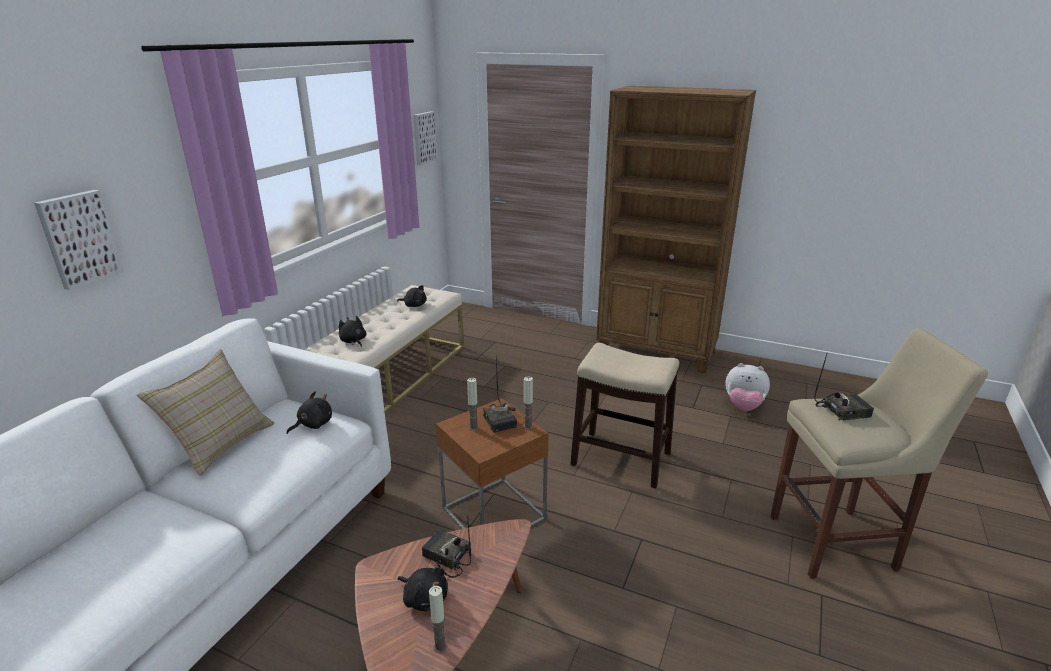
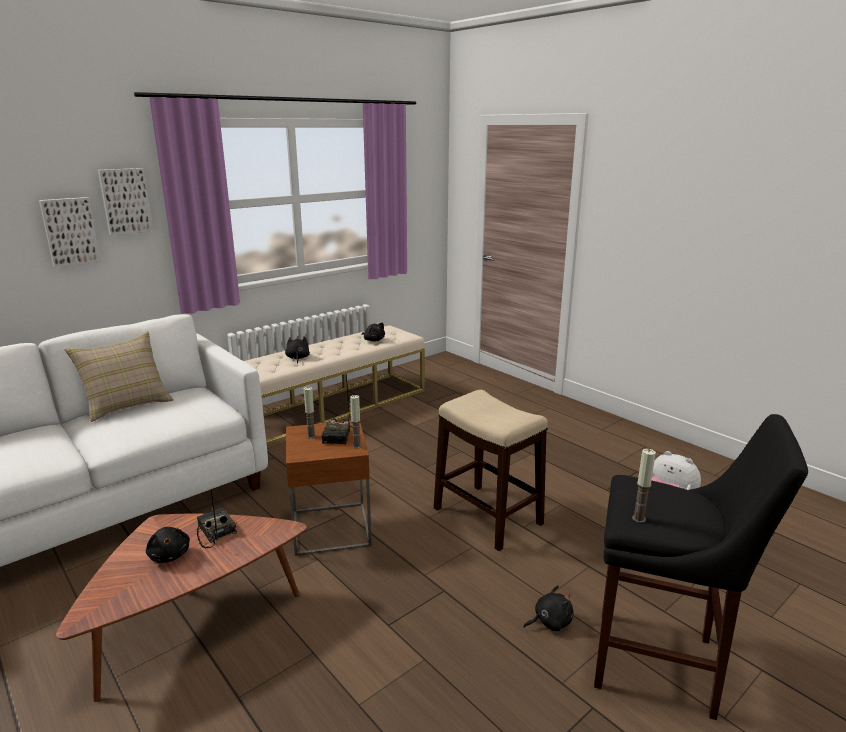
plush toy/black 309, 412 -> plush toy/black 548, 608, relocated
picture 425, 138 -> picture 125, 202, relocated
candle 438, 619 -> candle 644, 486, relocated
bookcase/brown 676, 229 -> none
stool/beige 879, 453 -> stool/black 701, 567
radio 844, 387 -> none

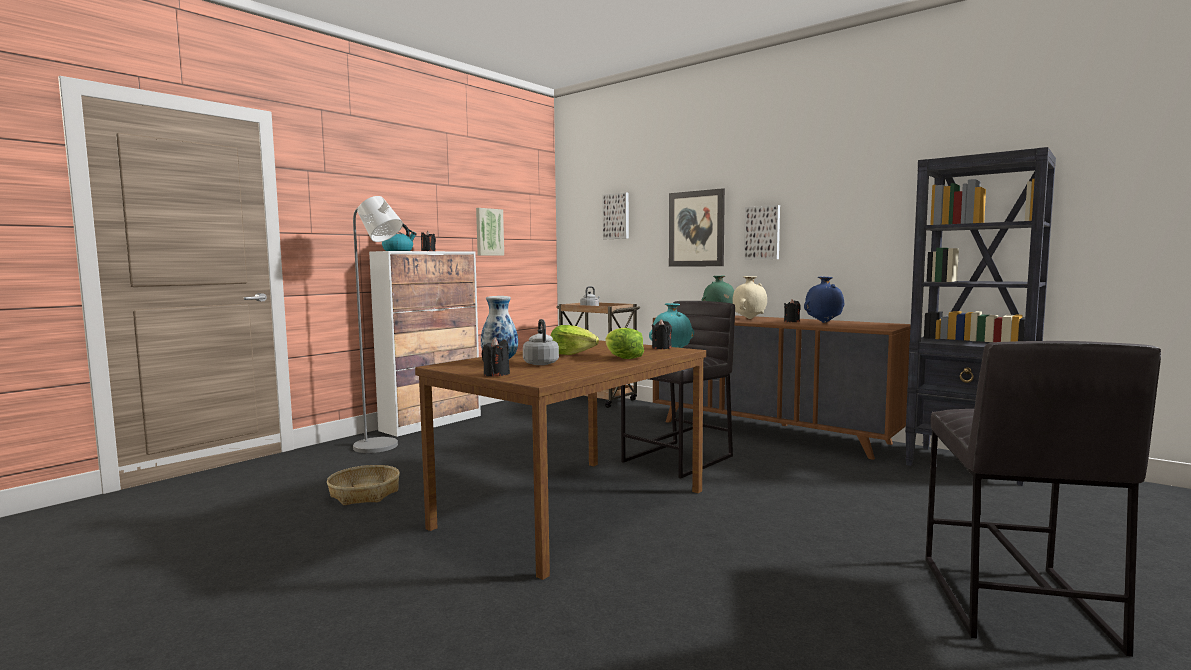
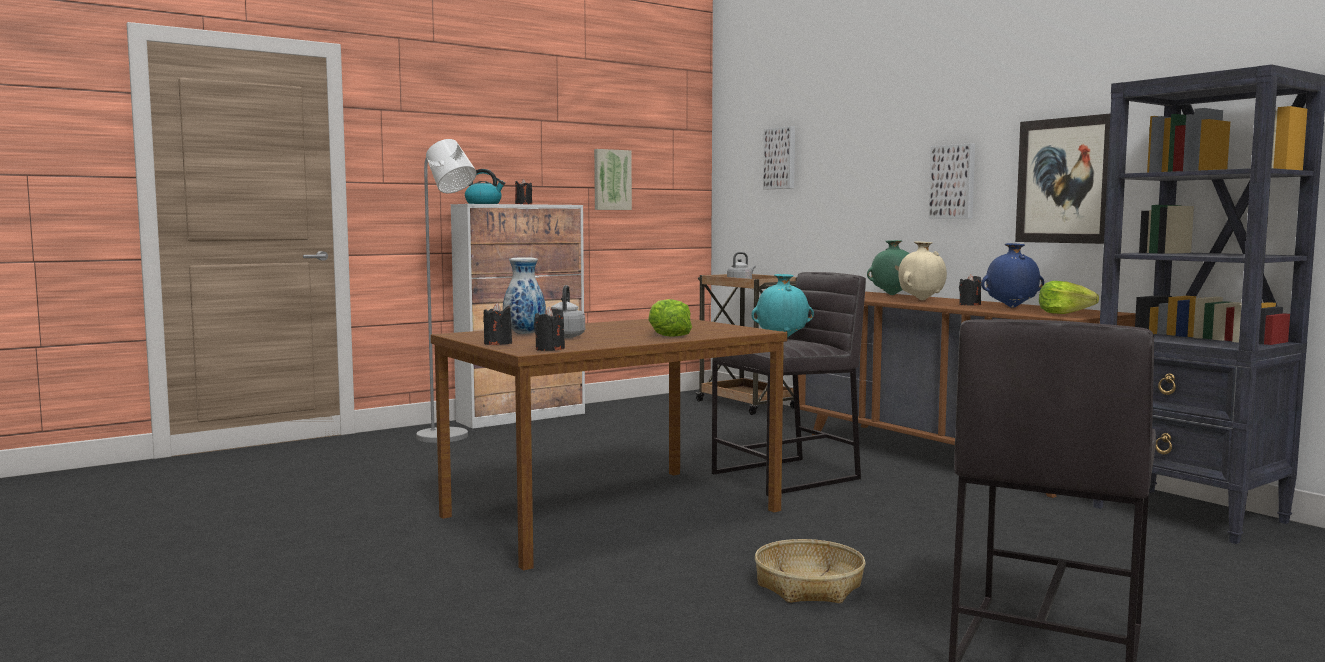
basket 363, 485 -> basket 810, 571, relocated
lettuce 574, 340 -> lettuce 1069, 297, relocated
candle/black 662, 334 -> candle/black 549, 328, relocated
picture 697, 227 -> picture 1063, 178, relocated

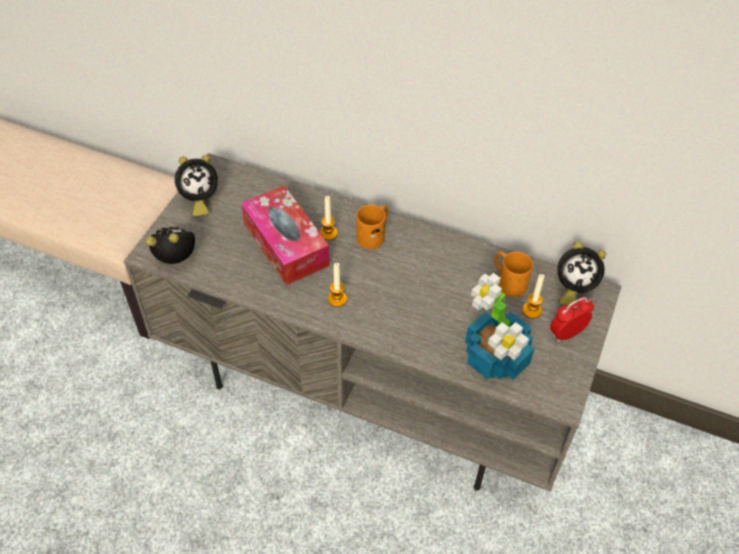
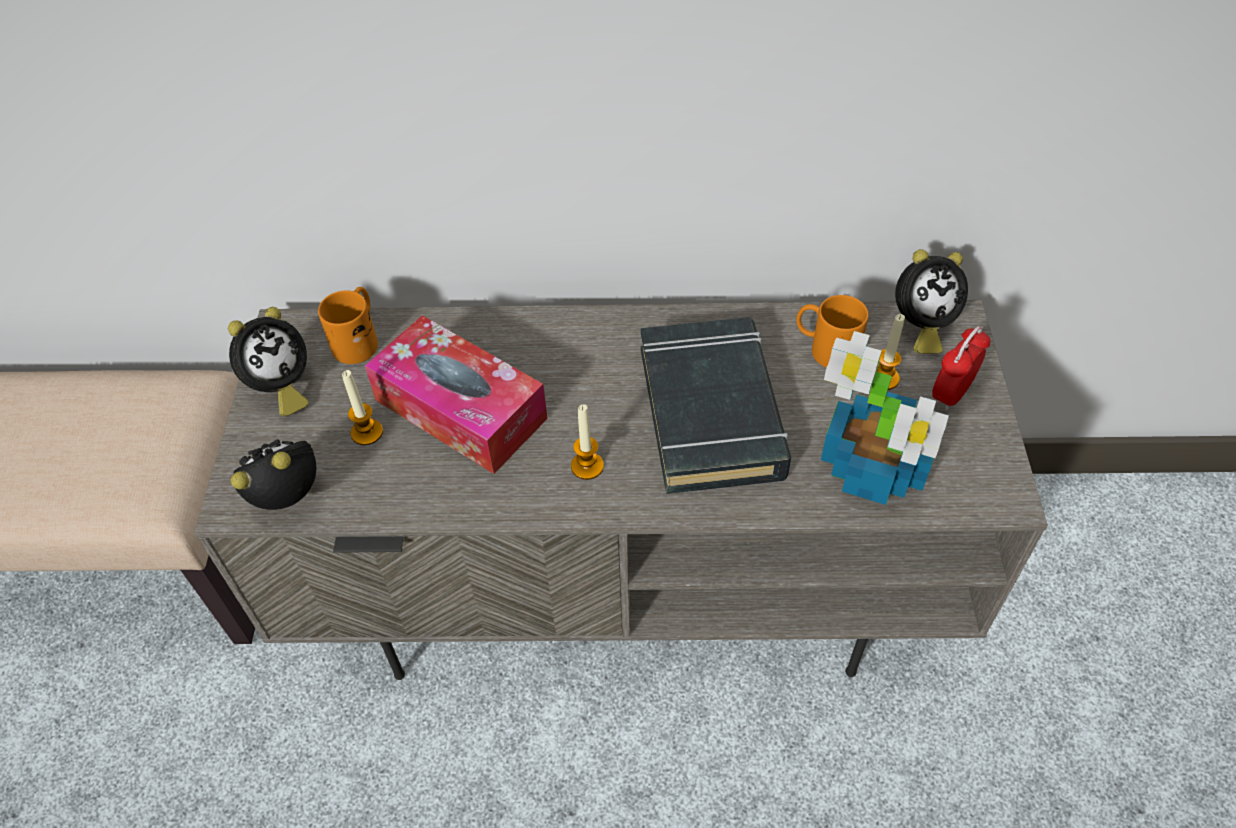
candle 329, 218 -> candle 362, 407, relocated
mug/orange 372, 227 -> mug/orange 348, 325, relocated
none -> book/black 716, 405

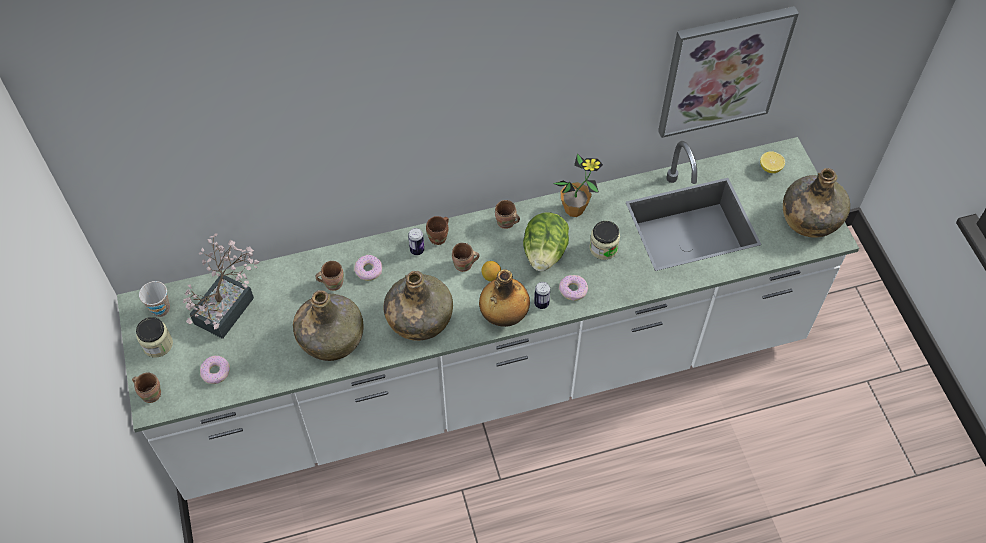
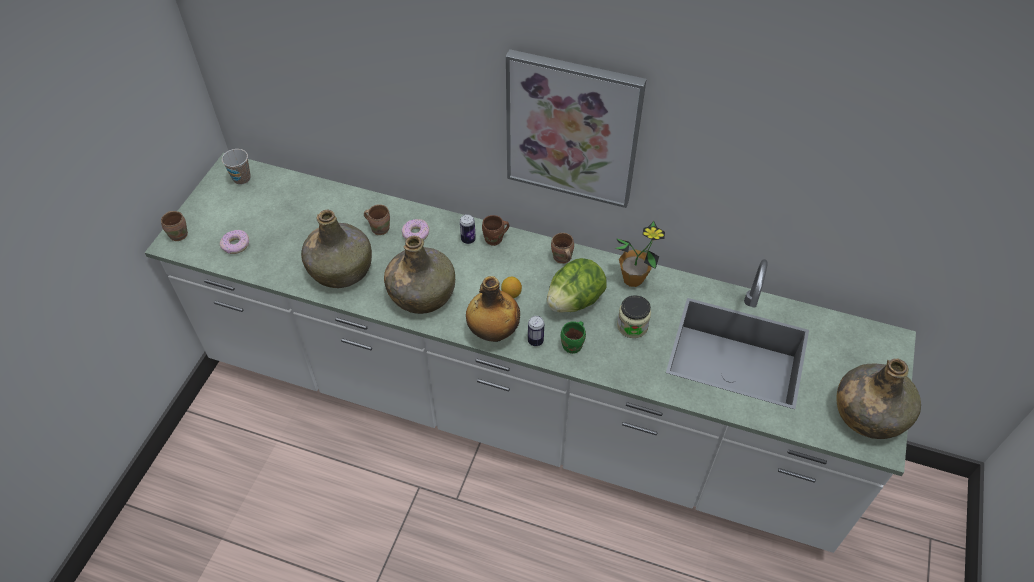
jar 154, 337 -> none
potted plant 221, 286 -> none
mug/brown 465, 257 -> none
donut 573, 288 -> mug/green 573, 337
picture 728, 72 -> picture 576, 128, relocated
lemon 772, 162 -> none

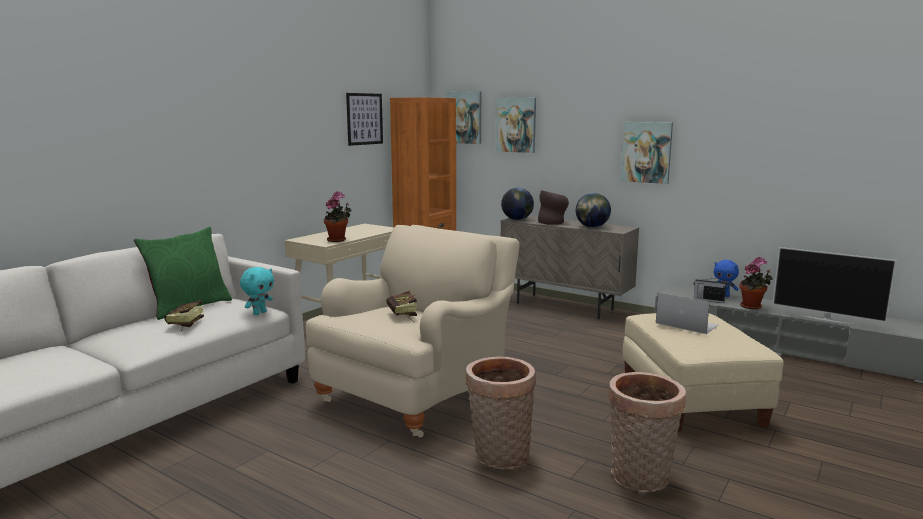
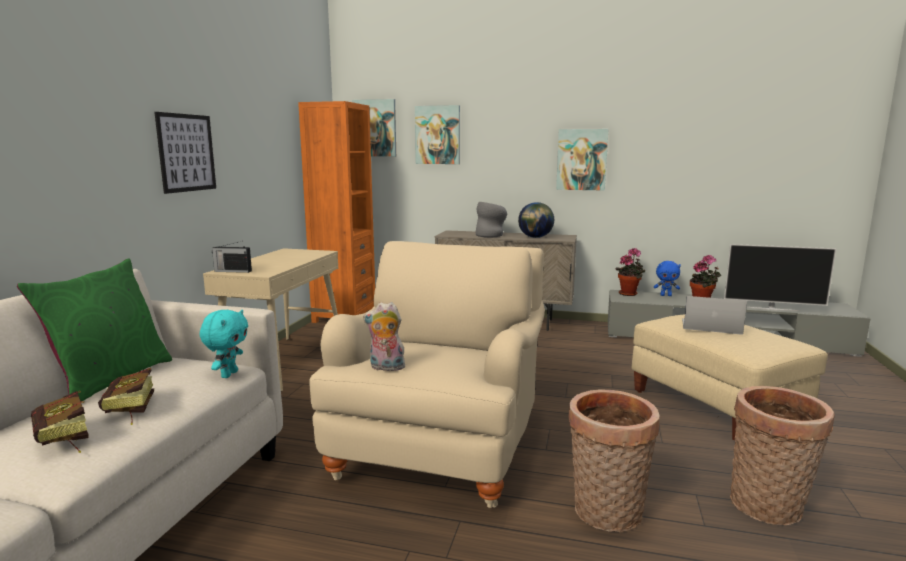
potted plant 338, 216 -> potted plant 630, 272, relocated
picture 364, 119 -> picture 185, 153, relocated
book 401, 306 -> book 60, 422, relocated
globe 517, 204 -> none
vase/brown 553, 207 -> vase/grey 491, 219
radio 710, 290 -> radio 232, 257, relocated
none -> plush toy 385, 336

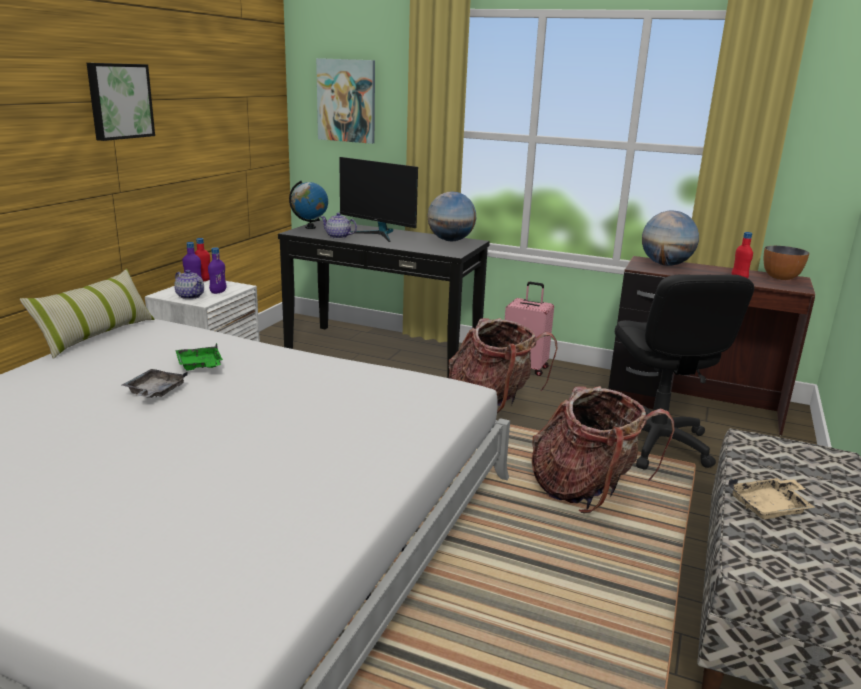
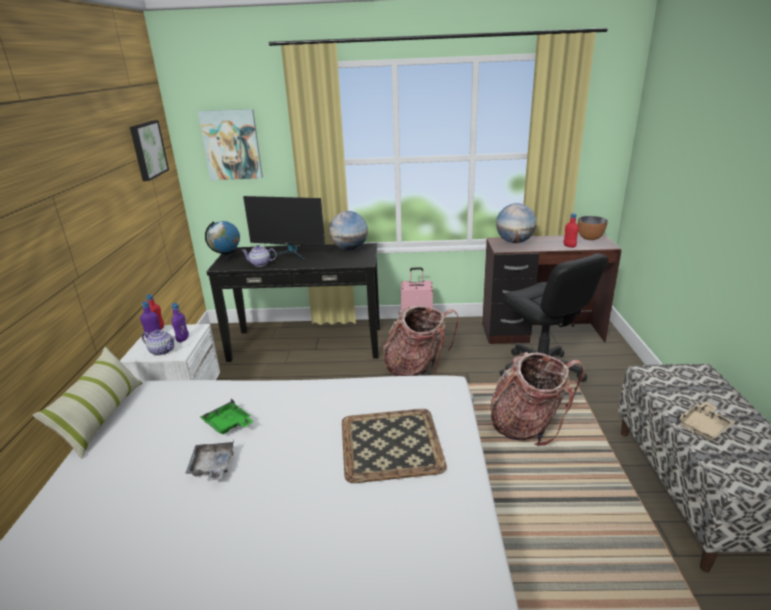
picture 121, 102 -> picture 149, 150, relocated
none -> tray 394, 446

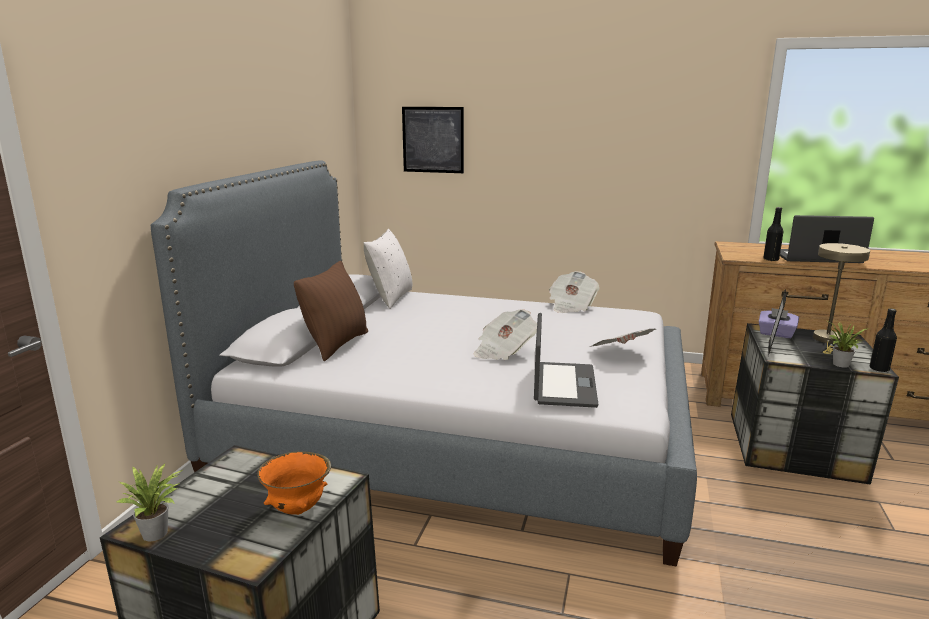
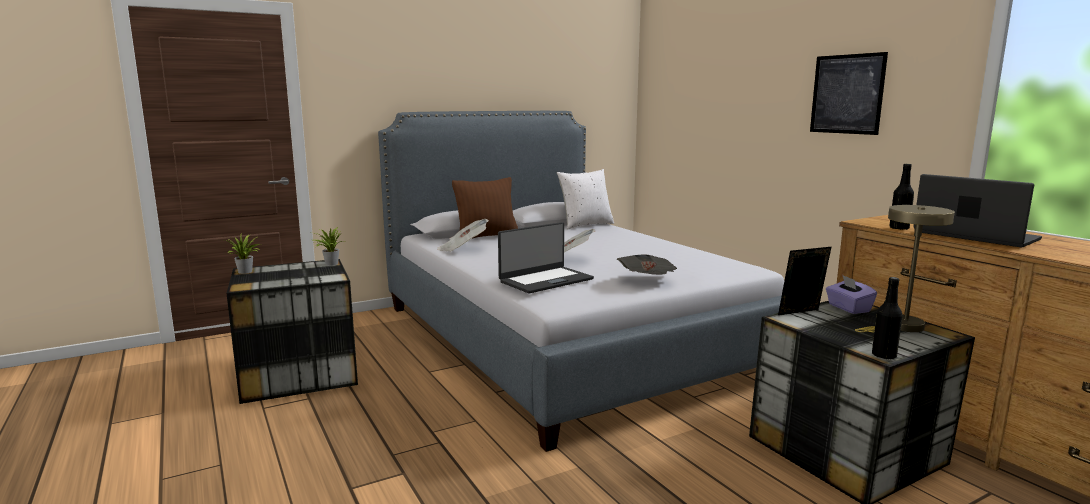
bowl/orange 294, 483 -> none
picture 433, 140 -> picture 849, 93, relocated
newspaper 574, 292 -> newspaper 463, 235, relocated
potted plant 848, 344 -> potted plant 327, 246, relocated

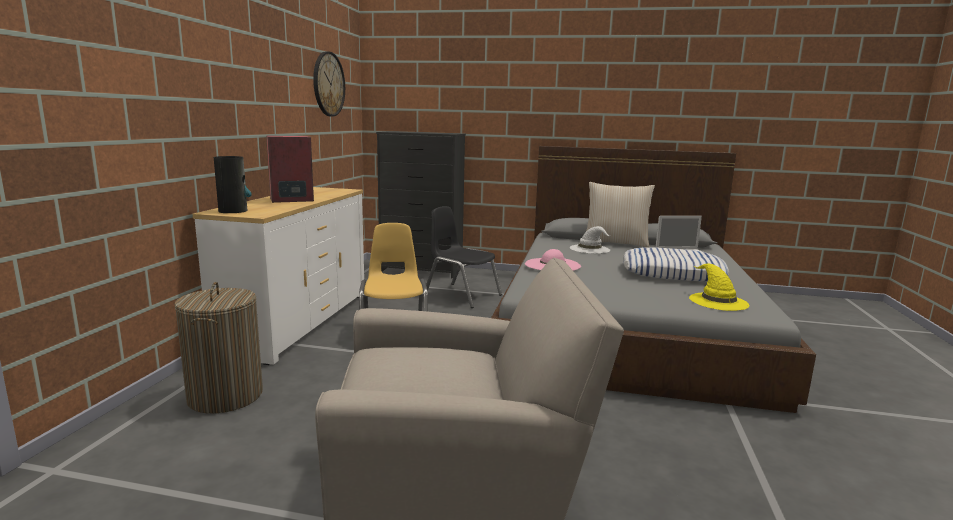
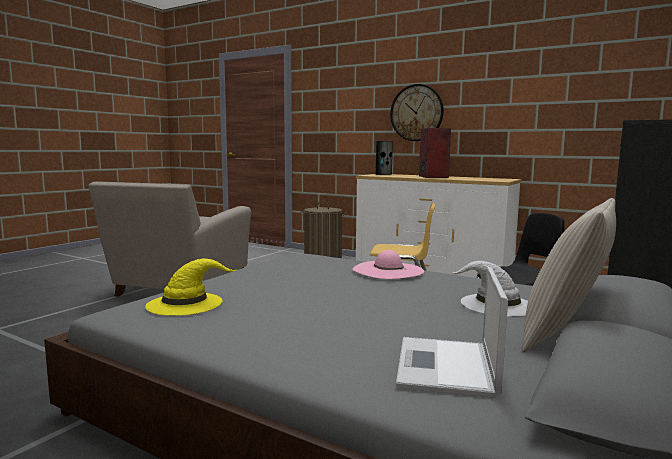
wall clock 329, 83 -> wall clock 417, 112, relocated
pillow 676, 264 -> none

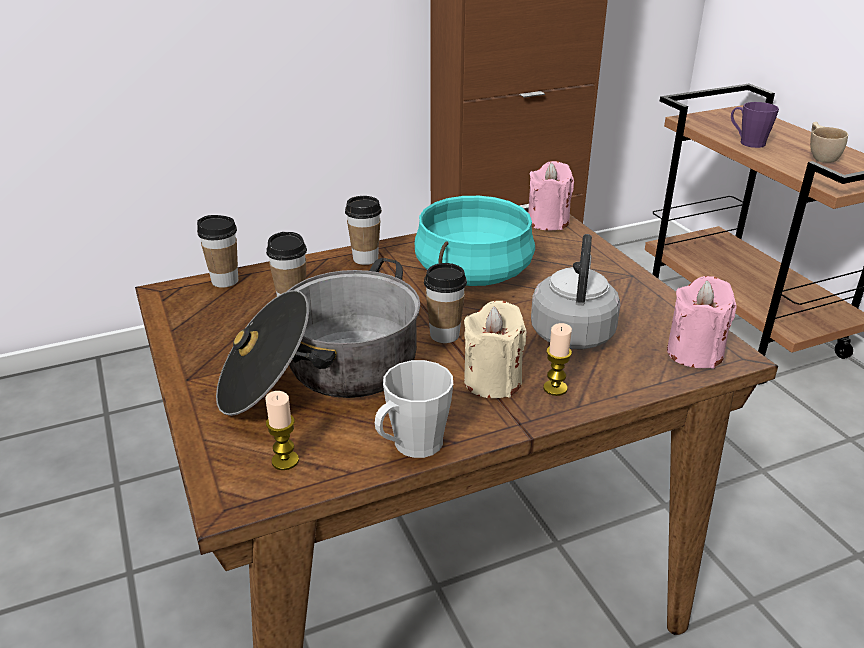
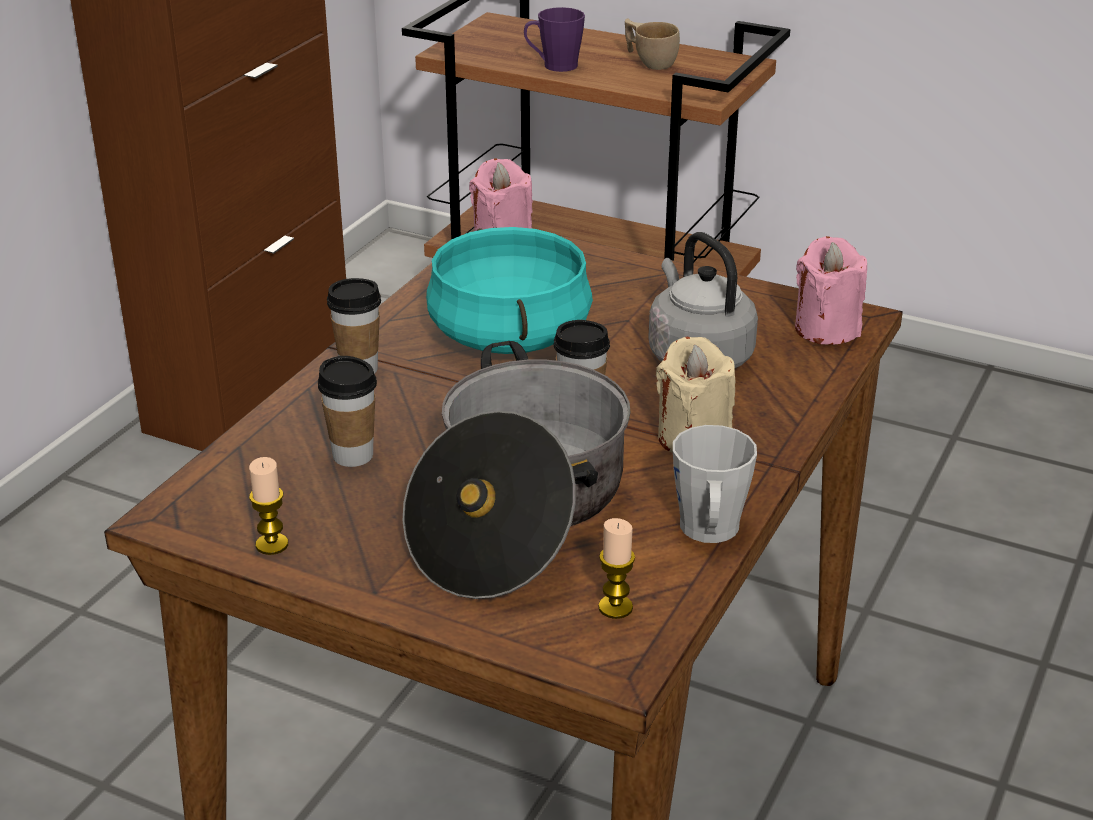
cup 217, 251 -> none
candle 557, 359 -> candle 268, 506, relocated

